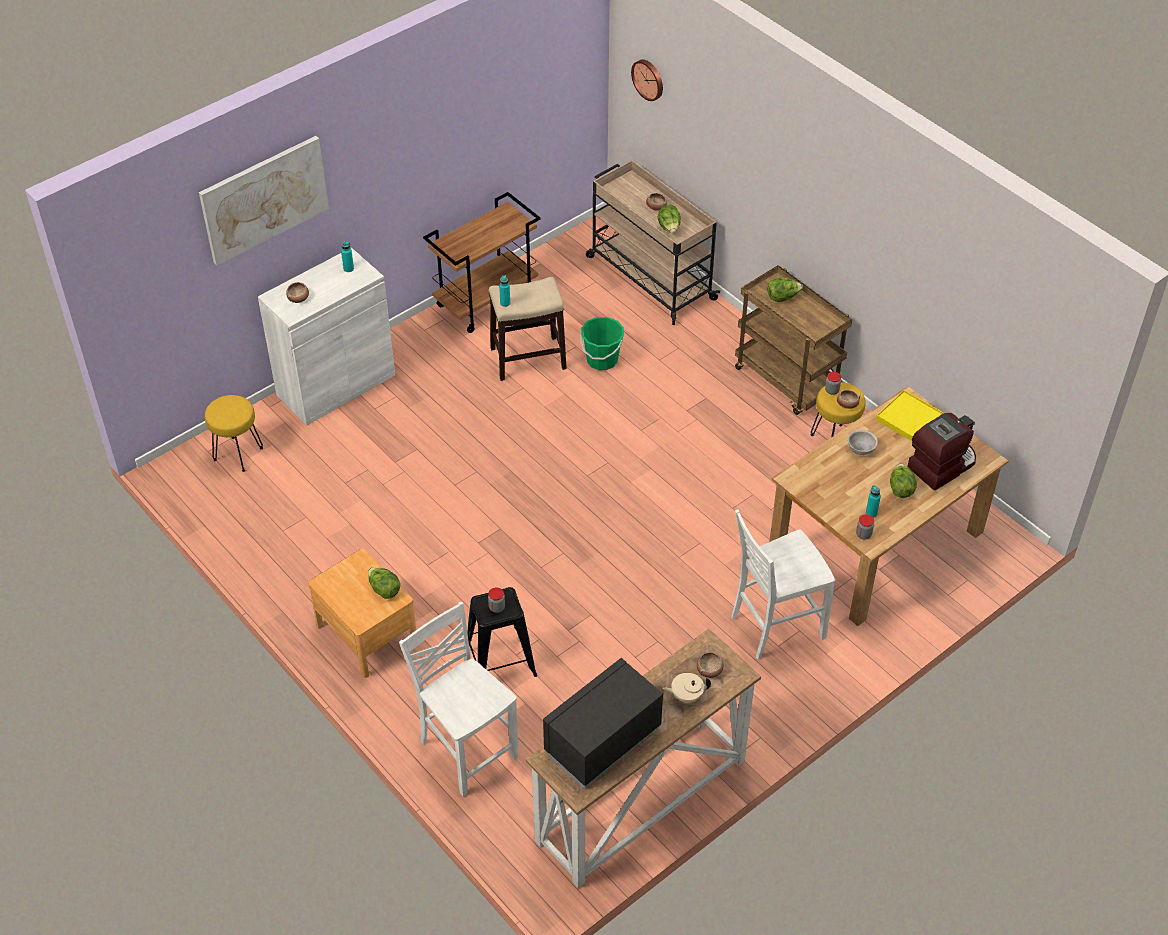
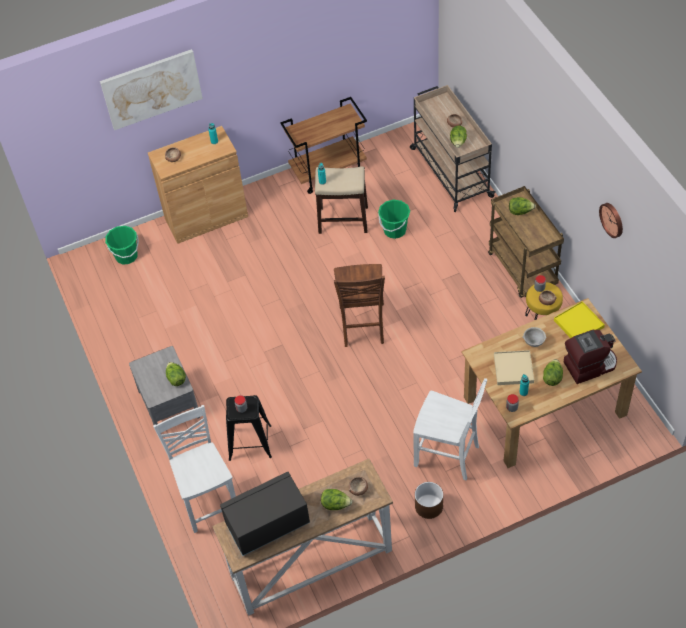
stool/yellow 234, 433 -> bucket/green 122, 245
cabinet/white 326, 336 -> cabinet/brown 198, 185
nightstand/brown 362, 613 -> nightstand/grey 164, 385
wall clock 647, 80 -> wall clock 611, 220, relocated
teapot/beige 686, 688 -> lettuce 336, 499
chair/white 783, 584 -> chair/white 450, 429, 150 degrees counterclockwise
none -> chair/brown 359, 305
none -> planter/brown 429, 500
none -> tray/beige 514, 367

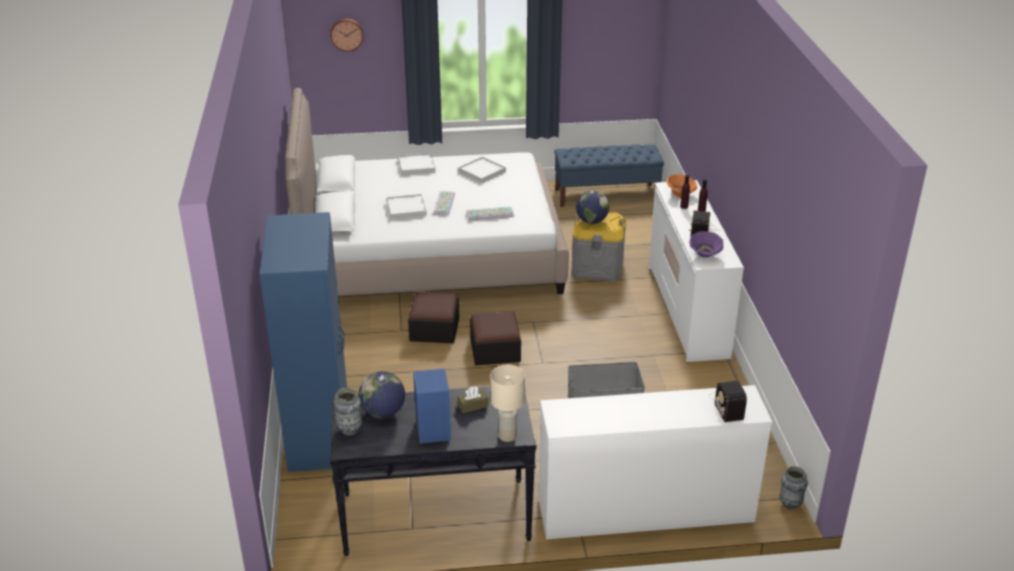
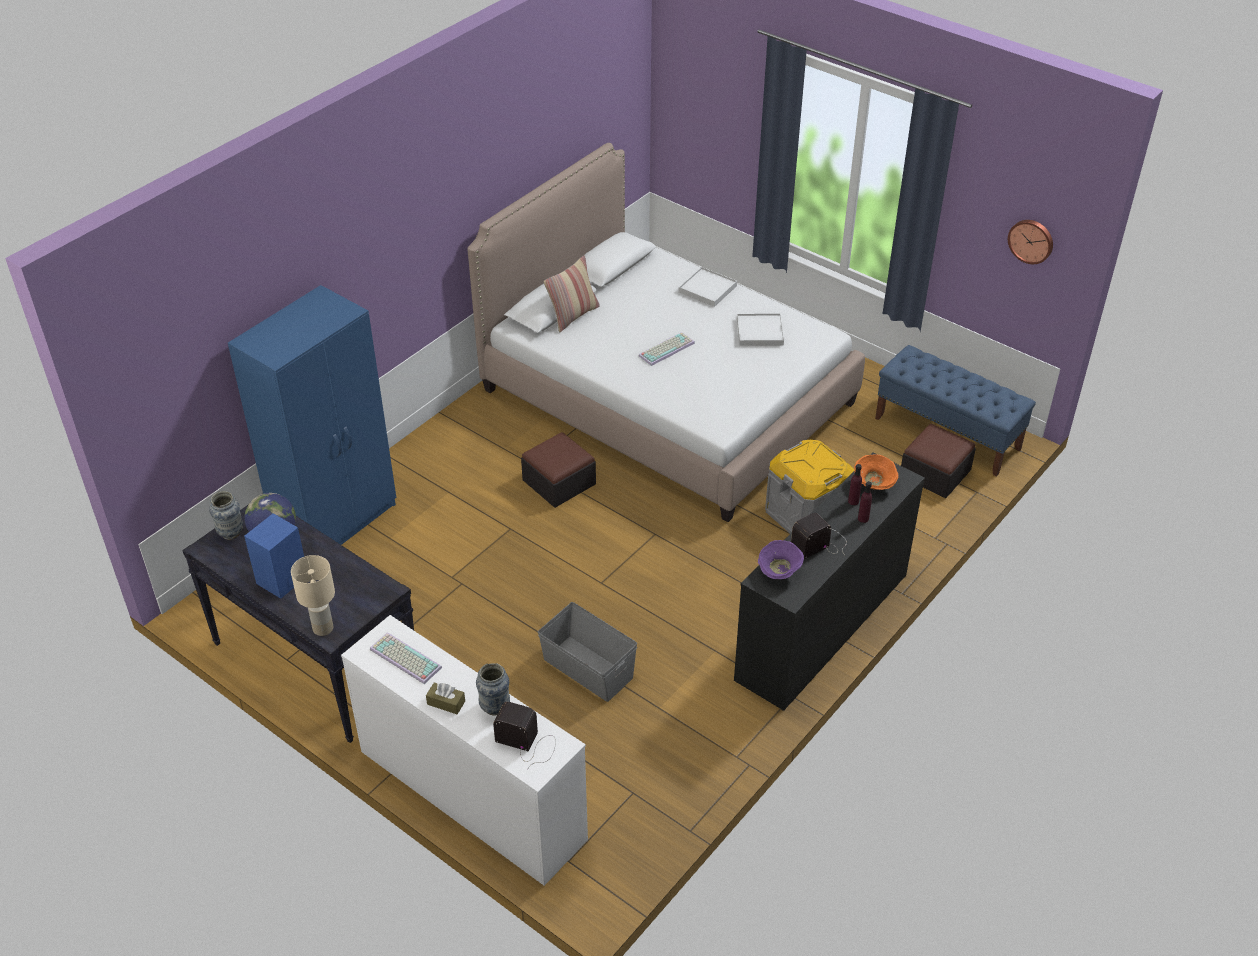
wall clock 347, 35 -> wall clock 1030, 242, relocated
tray/white 407, 206 -> none
tissue box/brown 473, 399 -> tissue box/brown 445, 698, relocated
keyboard 491, 213 -> keyboard 406, 658, relocated
ottoman 495, 338 -> ottoman 938, 461, relocated
globe 592, 207 -> none
dresser/white 696, 271 -> dresser/black 829, 581
radio 728, 401 -> radio 524, 735, 75 degrees clockwise
vase 793, 488 -> vase 493, 689, relocated
none -> pillow 572, 294

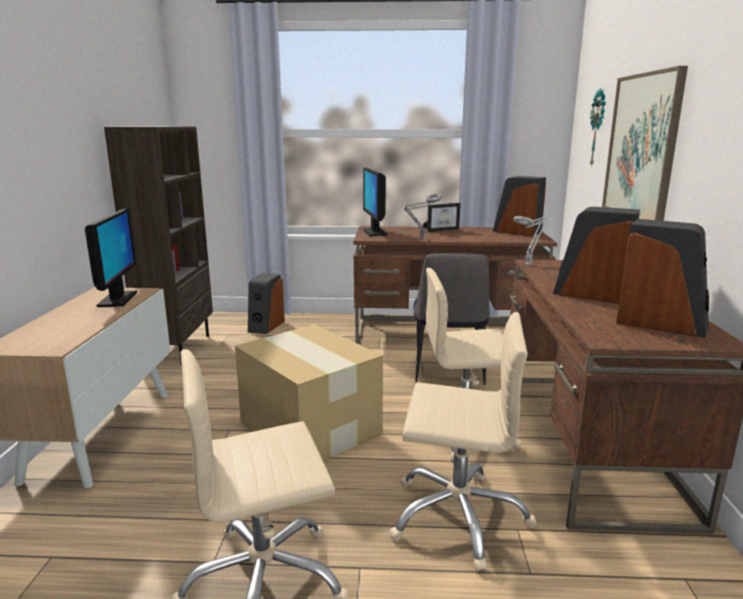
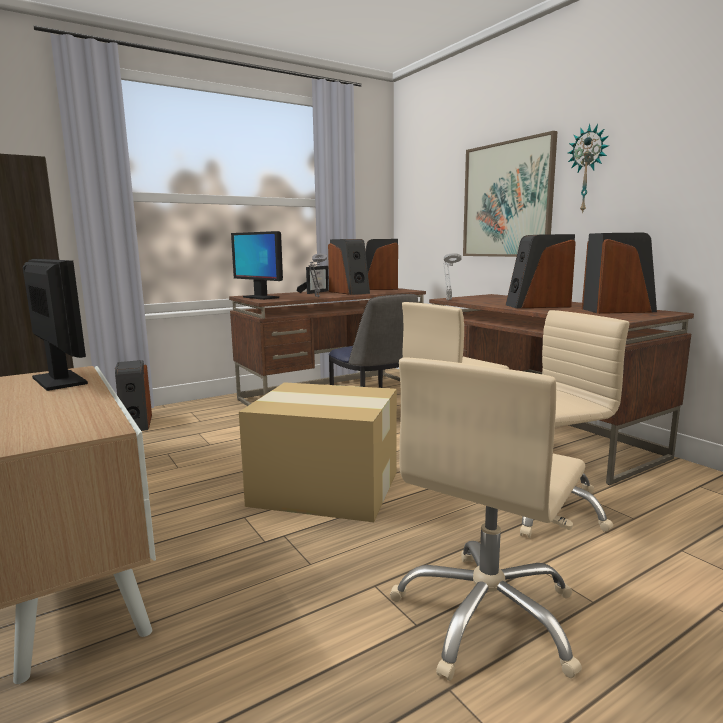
wall clock 598, 127 -> wall clock 588, 169, relocated
none -> speaker 349, 267

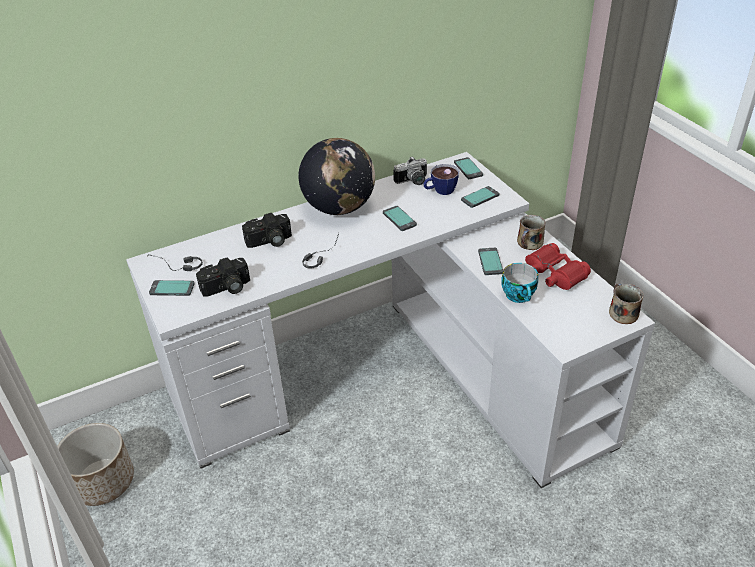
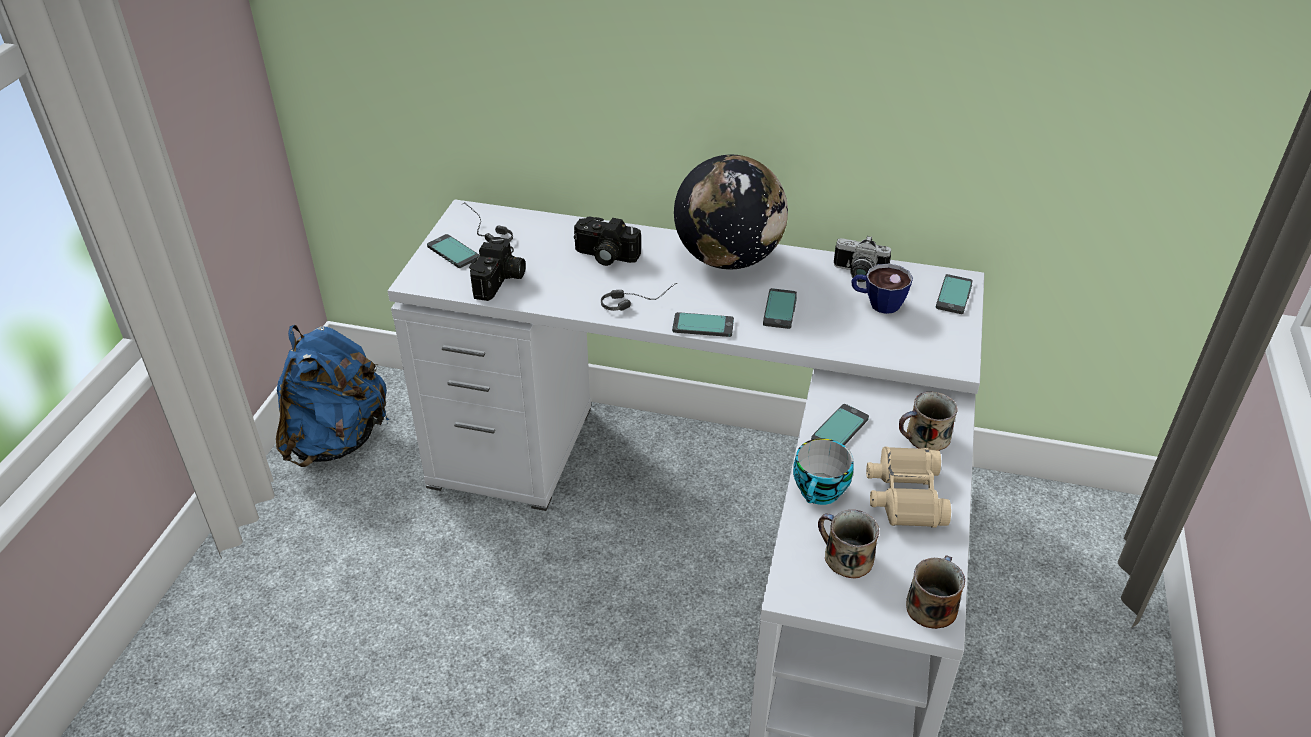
planter 95, 464 -> backpack/blue 332, 396
photo camera 223, 277 -> photo camera 497, 269, 90 degrees counterclockwise
phone 480, 197 -> phone 703, 324, relocated
binoculars/red 558, 266 -> binoculars/beige 908, 487
none -> mug 848, 544

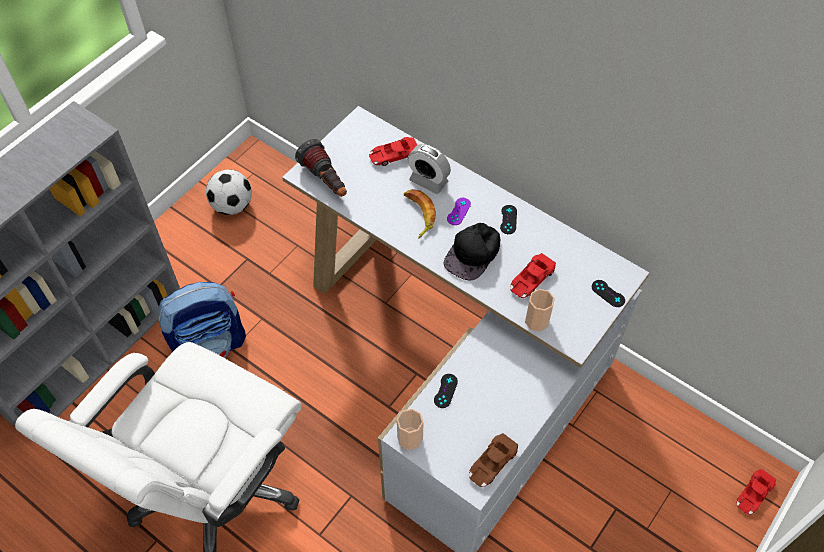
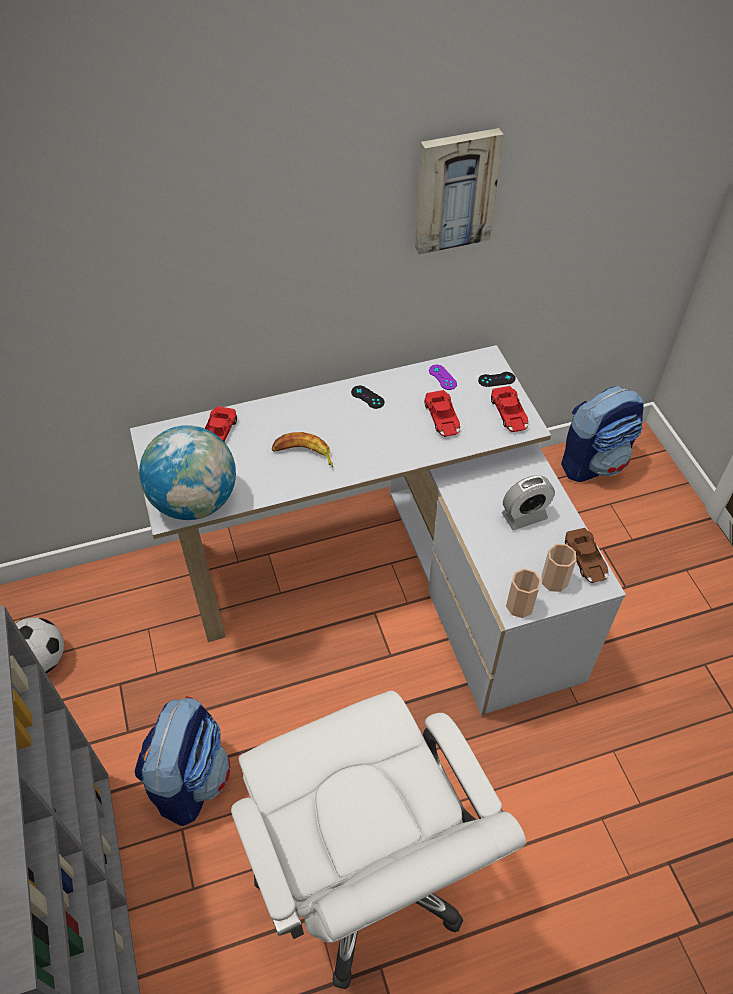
flashlight 321, 168 -> globe 187, 472
alarm clock 429, 169 -> alarm clock 528, 502, relocated
game controller/black 446, 391 -> none
cap/black 472, 252 -> none
game controller/purple 459, 211 -> game controller/purple 443, 377, relocated
cup 540, 310 -> cup 558, 568, relocated
toy car/red 756, 491 -> toy car/red 509, 409, relocated
none -> picture 459, 191
none -> backpack 602, 434

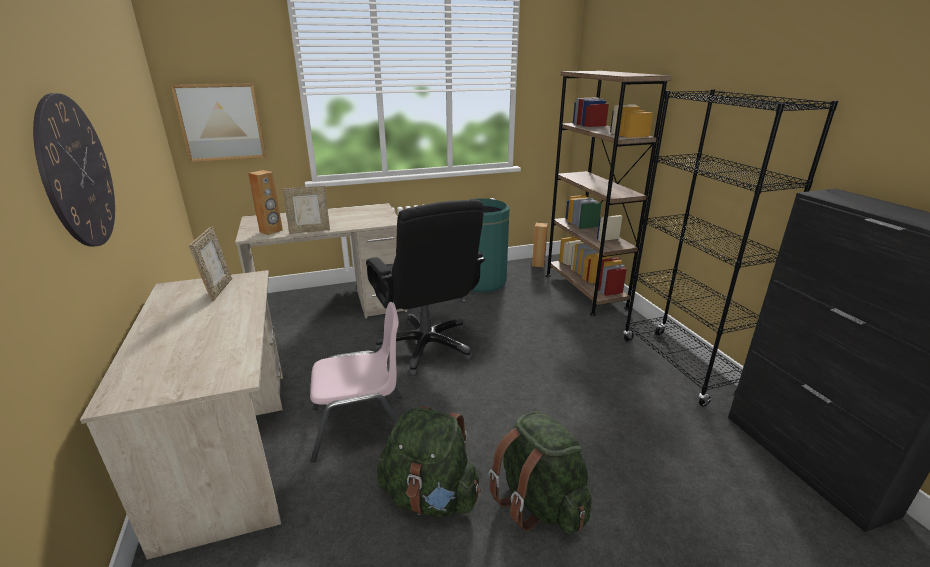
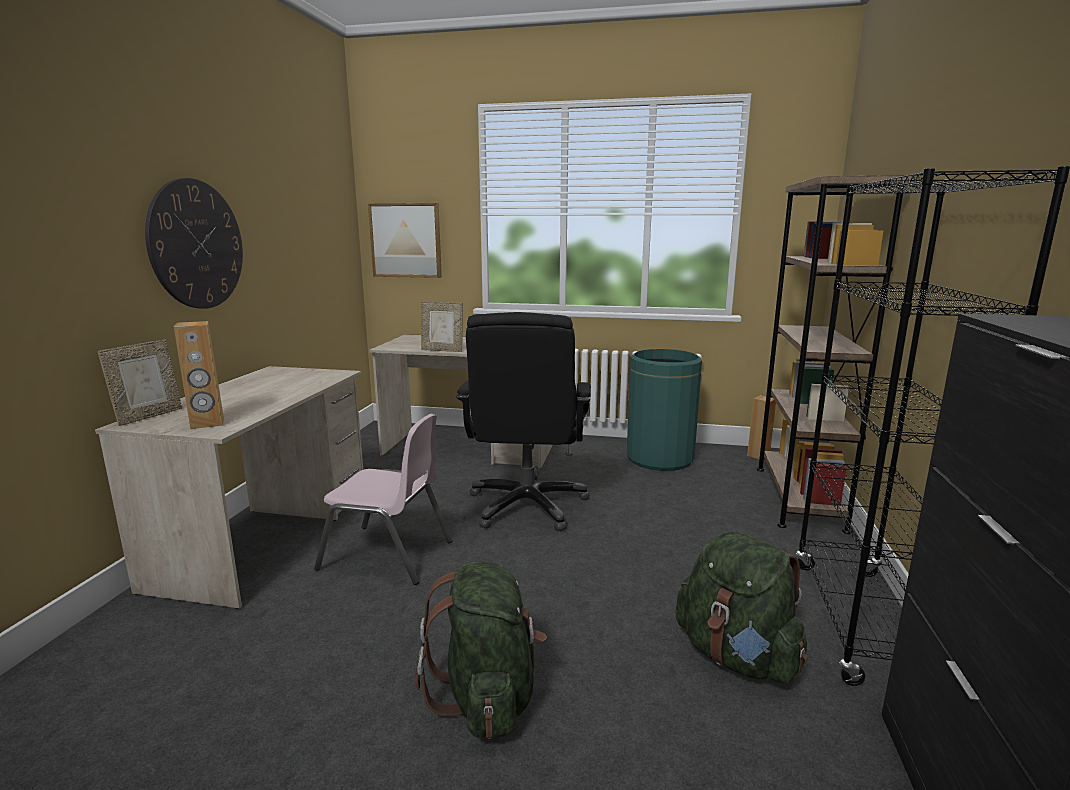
picture frame 210, 264 -> picture frame 140, 383, relocated
speaker/brown 265, 202 -> speaker/brown 199, 375, relocated
backpack/green 429, 462 -> backpack/green 742, 608, relocated

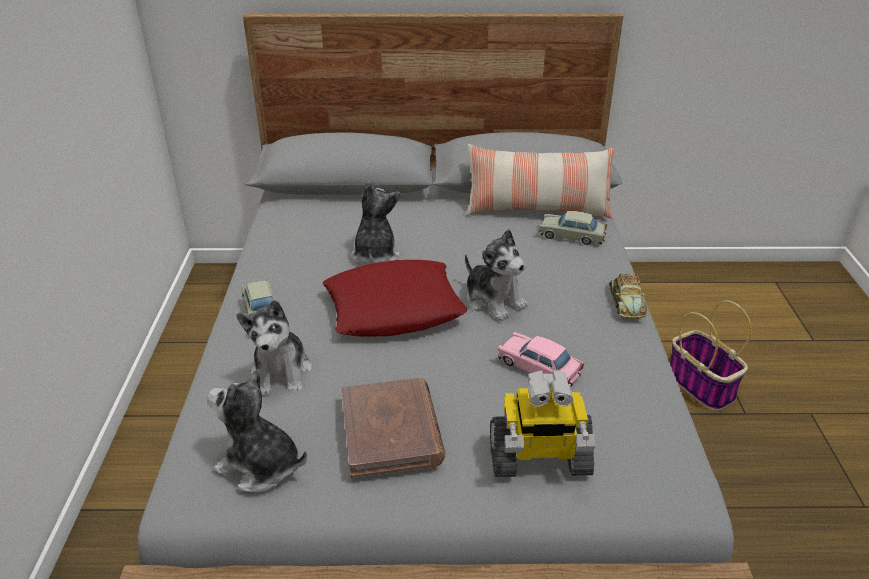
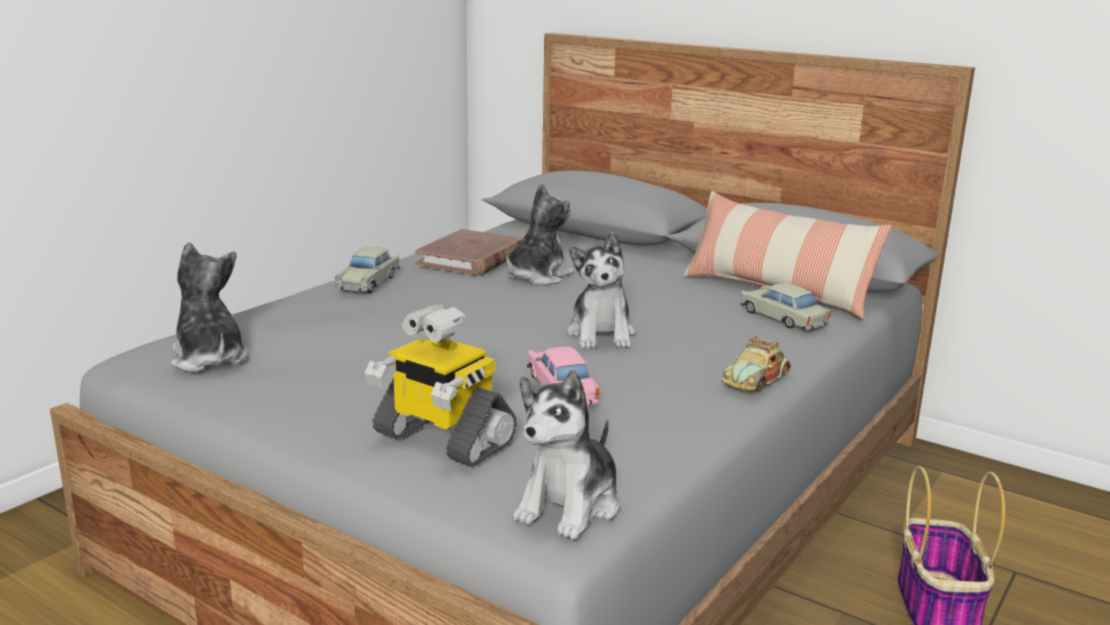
plush toy 274, 348 -> plush toy 566, 454, relocated
pillow/red 395, 298 -> none
book/brown 393, 428 -> book/brown 469, 252, relocated

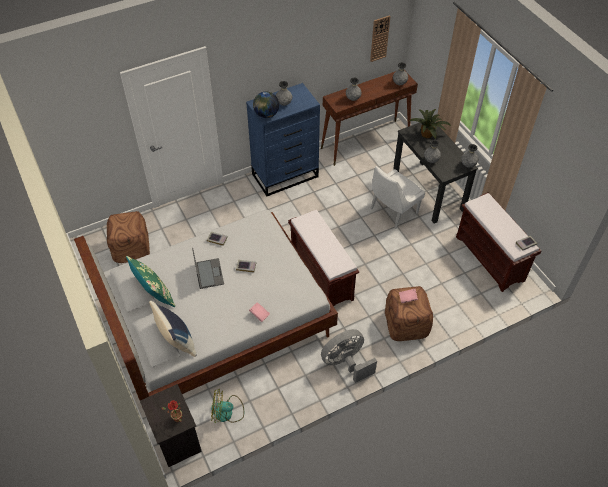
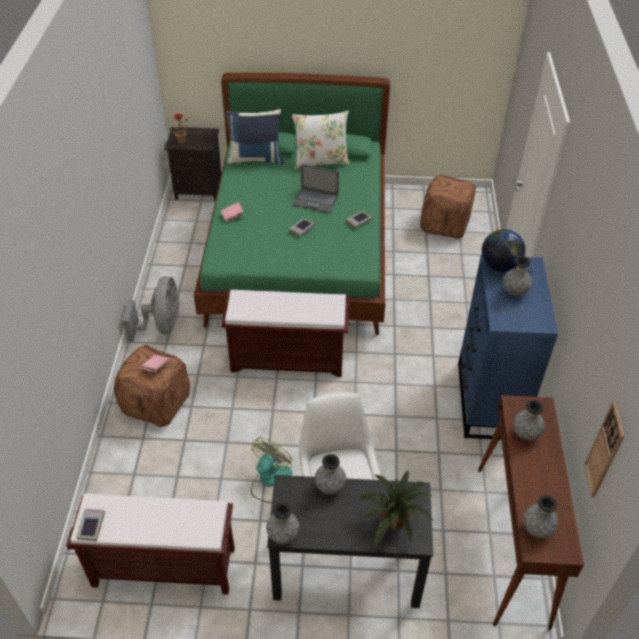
bed/white 206, 309 -> bed/green 292, 204
pillow/green 150, 281 -> pillow/white 321, 140
fan 227, 406 -> fan 271, 470, relocated

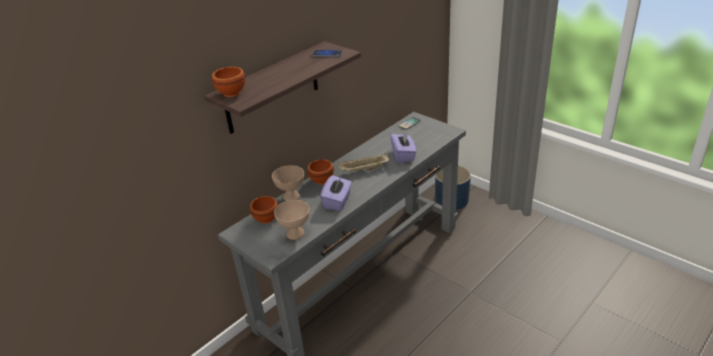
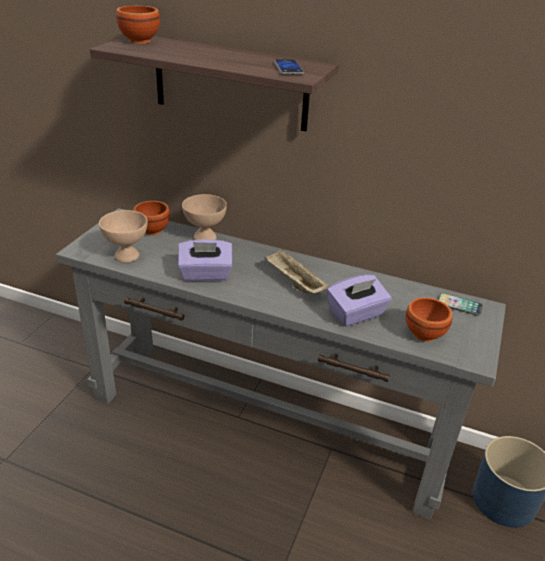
bowl/brown 321, 172 -> bowl/brown 429, 319, relocated

